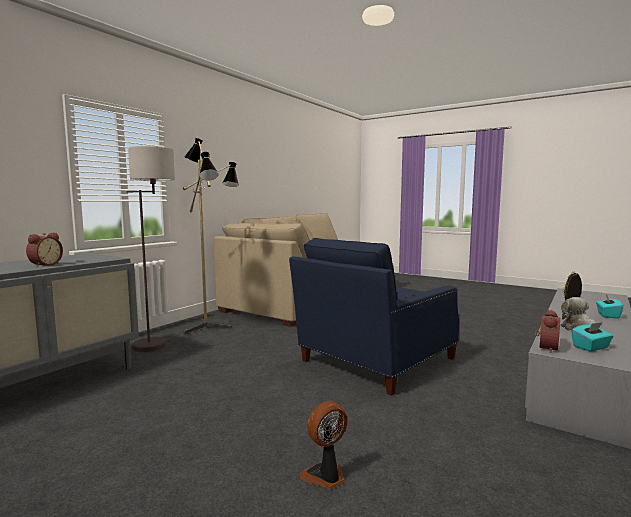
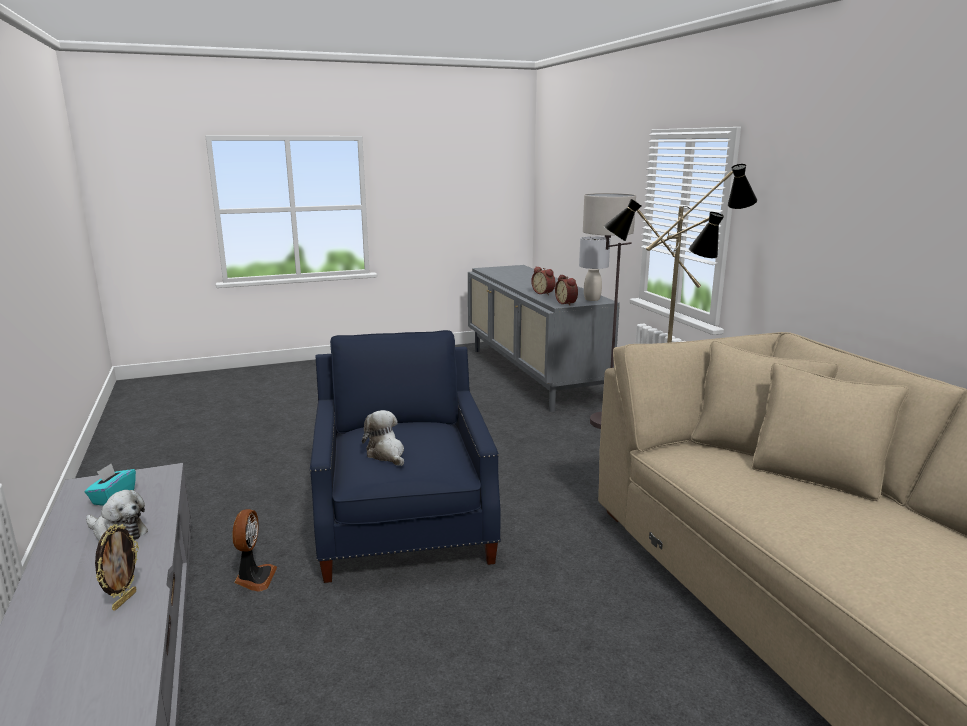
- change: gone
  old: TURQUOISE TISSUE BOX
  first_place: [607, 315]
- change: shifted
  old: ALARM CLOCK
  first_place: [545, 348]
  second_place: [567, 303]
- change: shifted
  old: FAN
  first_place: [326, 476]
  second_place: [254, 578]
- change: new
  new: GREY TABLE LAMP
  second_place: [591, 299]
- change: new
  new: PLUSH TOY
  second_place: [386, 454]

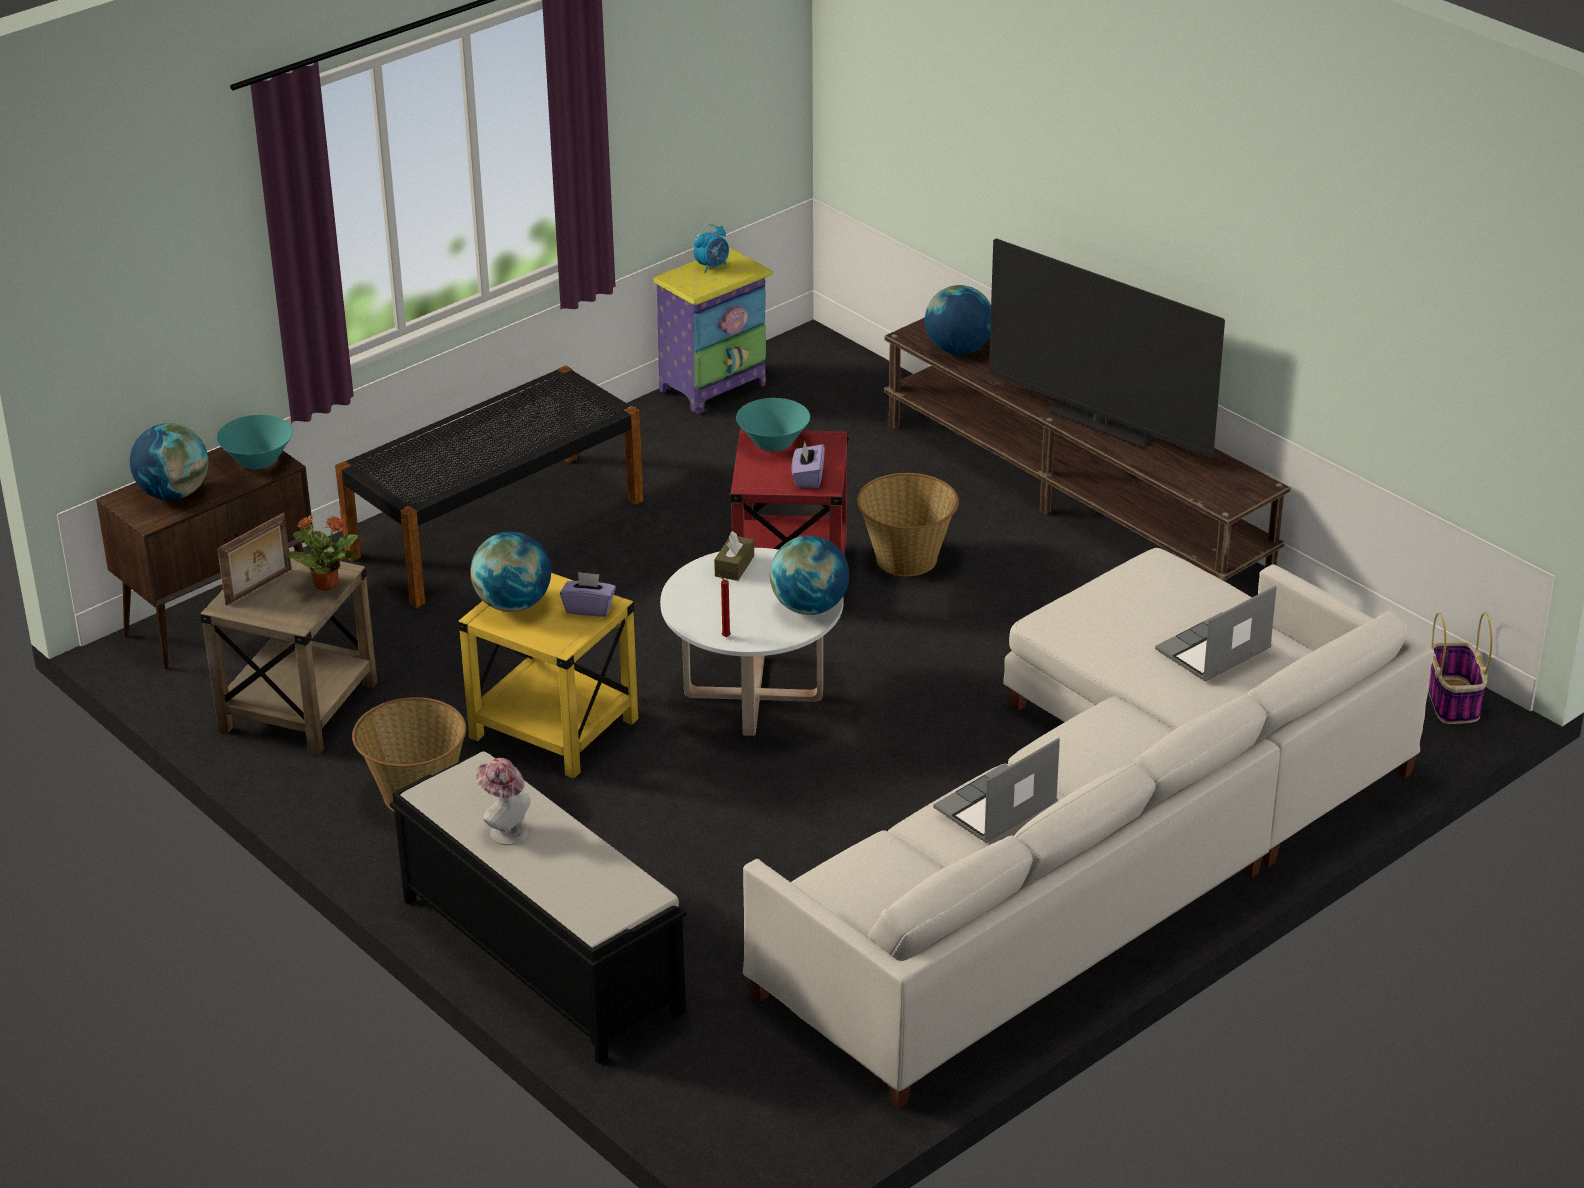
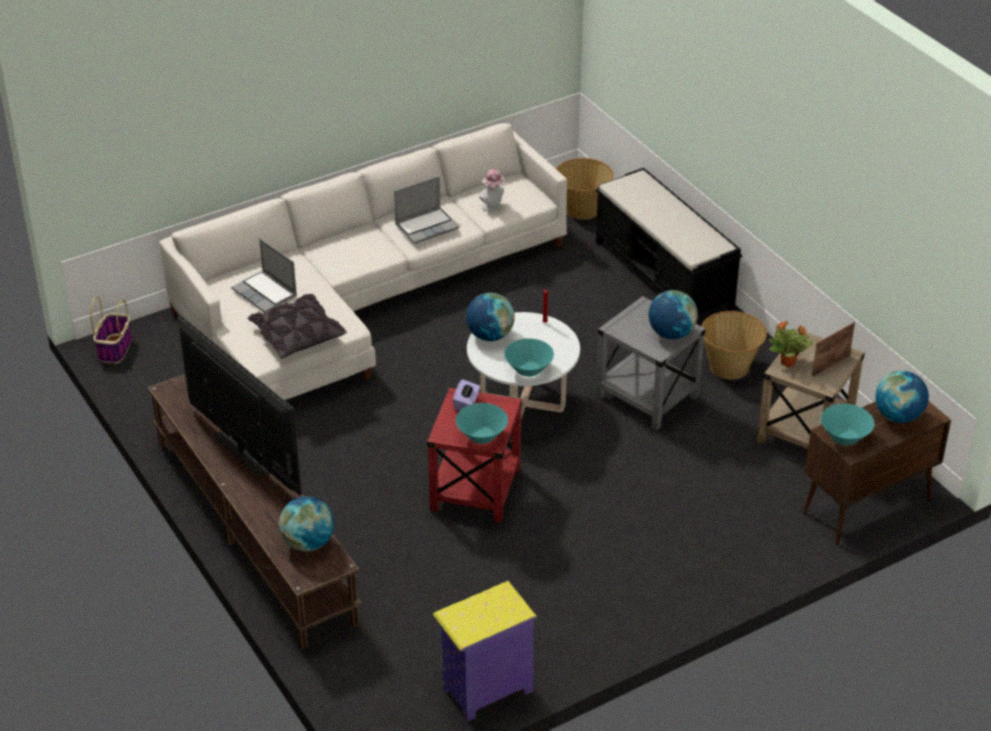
- change: gone
  old: ALARM CLOCK
  first_place: [712, 266]
- change: gone
  old: BLACK BENCH
  first_place: [495, 528]
- change: shifted
  old: BASKET
  first_place: [906, 560]
  second_place: [582, 208]
- change: swapped
  old: BROWN TISSUE BOX
  new: TURQUOISE BOWL
  first_place: [734, 566]
  second_place: [528, 369]
- change: gone
  old: PURPLE TISSUE BOX
  first_place: [589, 608]
- change: repainted
  old: YELLOW SIDE TABLE
  new: GREY SIDE TABLE
  first_place: [553, 729]
  second_place: [647, 397]
- change: rotated
  old: LAPTOP
  first_place: [1213, 651]
  second_place: [265, 293]
  degrees: 75
- change: shifted
  old: HAT
  first_place: [504, 830]
  second_place: [493, 207]
- change: new
  new: BLACK PILLOW
  second_place: [297, 335]

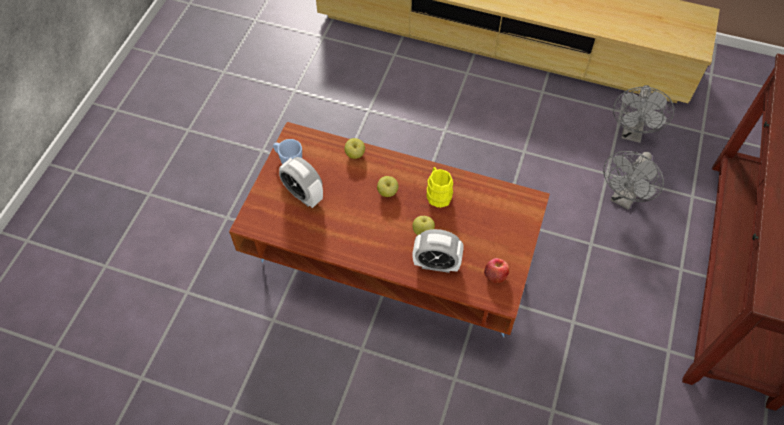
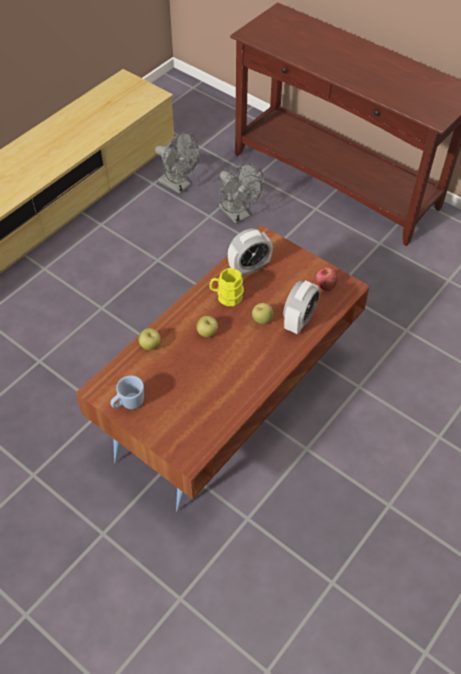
- change: shifted
  old: ALARM CLOCK
  first_place: [303, 195]
  second_place: [249, 267]

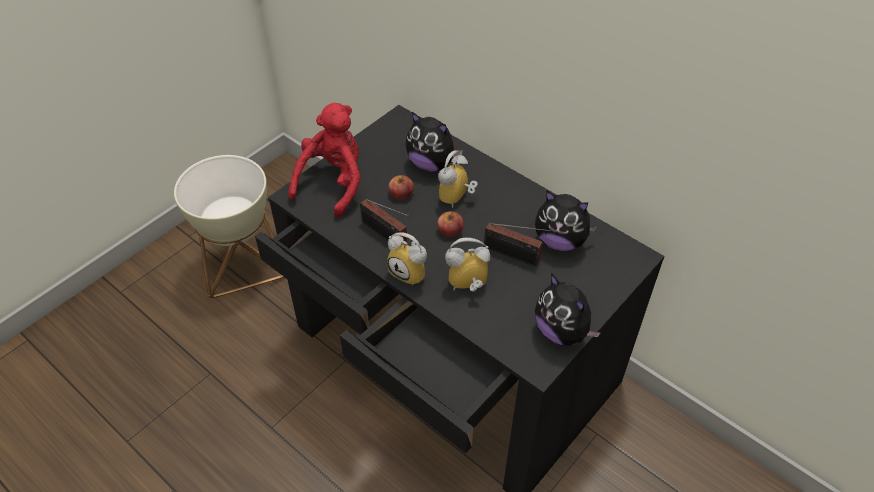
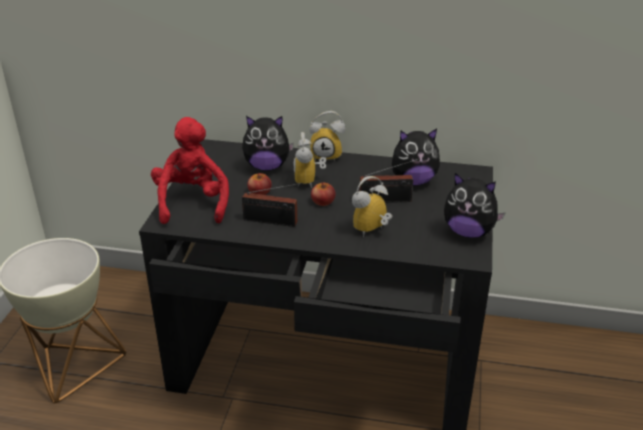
- change: shifted
  old: ALARM CLOCK
  first_place: [411, 272]
  second_place: [327, 155]

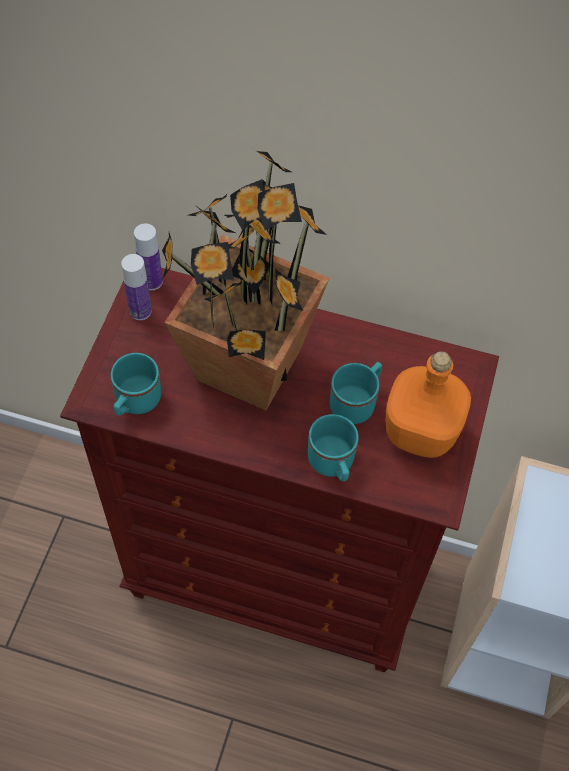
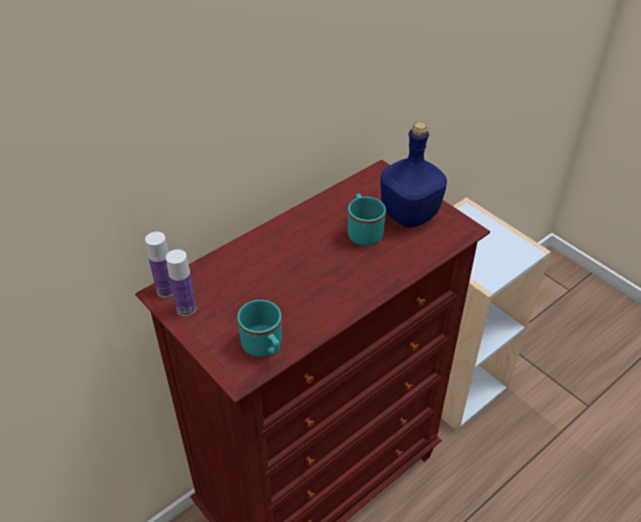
- change: gone
  old: POTTED PLANT
  first_place: [246, 365]
- change: repainted
  old: ORANGE BOTTLE
  new: BLUE BOTTLE
  first_place: [418, 432]
  second_place: [408, 215]
- change: gone
  old: TURQUOISE MUG
  first_place: [333, 464]

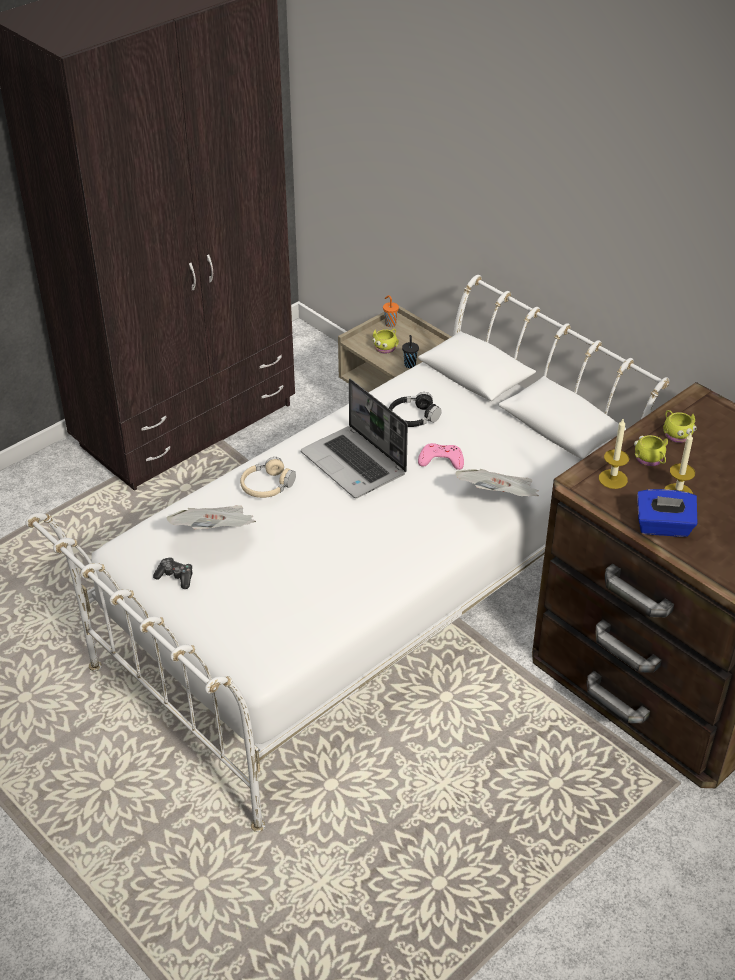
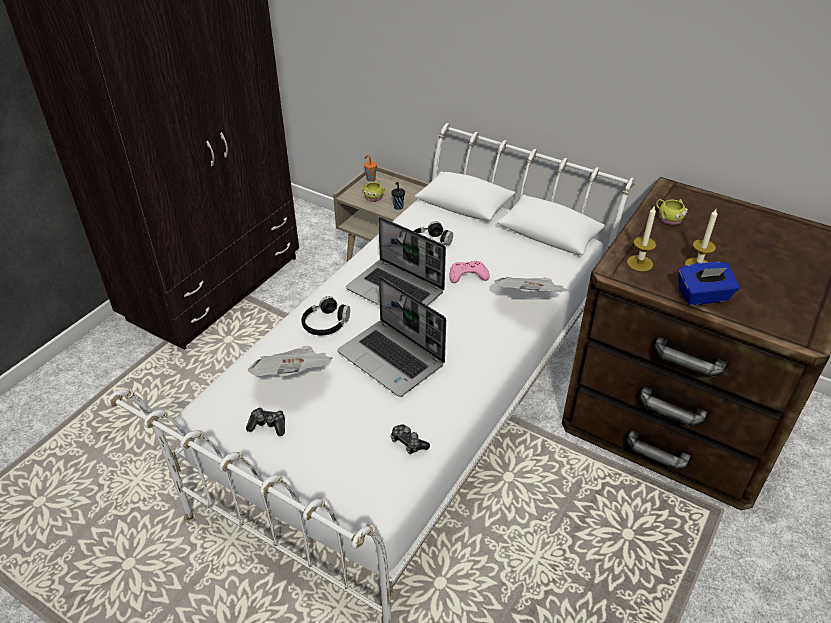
- change: gone
  old: YELLOW MUG
  first_place: [650, 460]
- change: repainted
  old: BEIGE HEADPHONES
  new: BLACK HEADPHONES
  first_place: [267, 486]
  second_place: [326, 323]
- change: new
  new: LAPTOP
  second_place: [392, 359]
- change: new
  new: GAME CONTROLLER
  second_place: [408, 443]

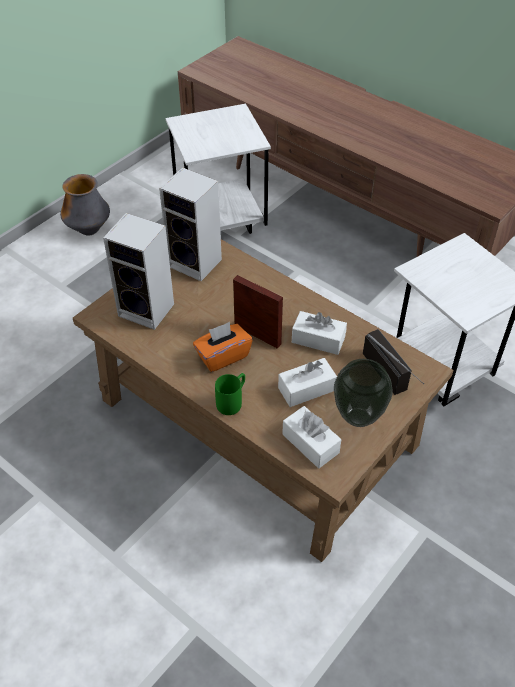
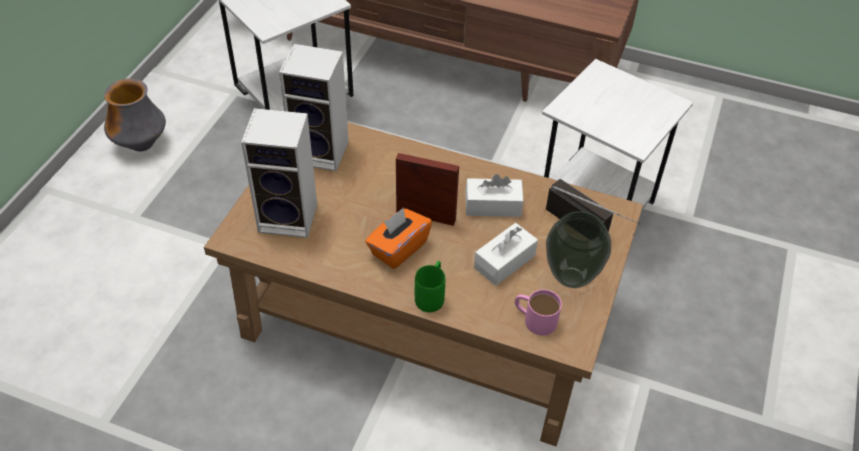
- change: swapped
  old: WHITE TISSUE BOX
  new: PINK MUG
  first_place: [310, 443]
  second_place: [534, 319]

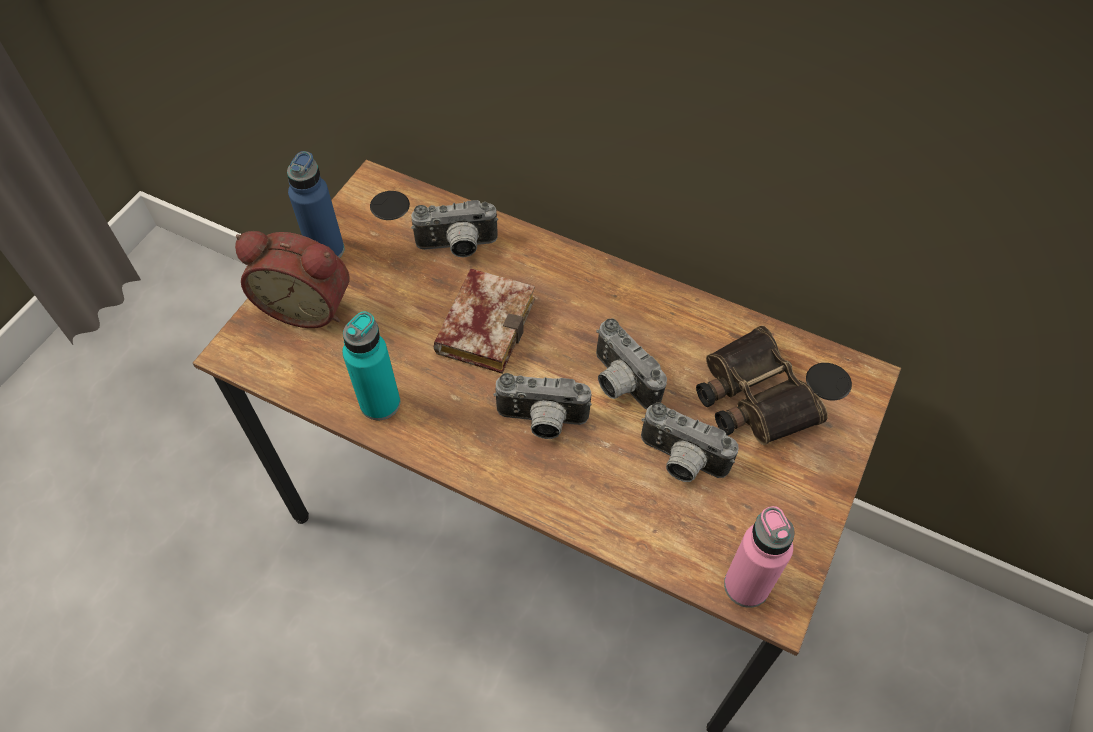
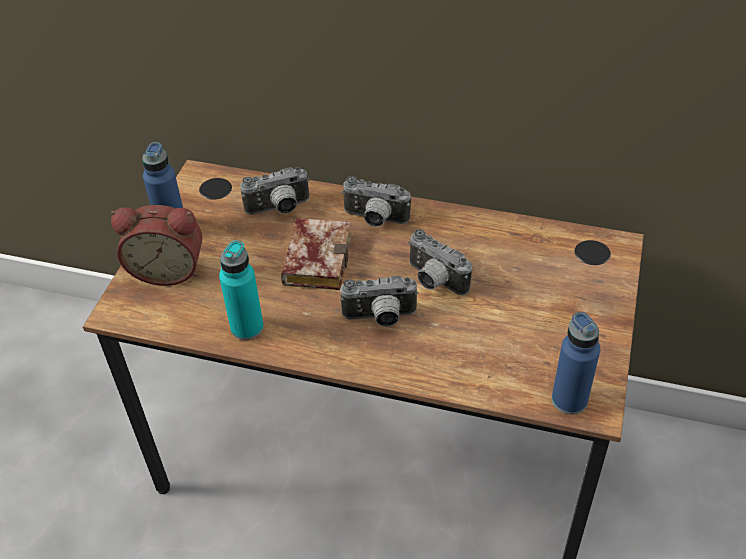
- change: gone
  old: BINOCULARS
  first_place: [751, 397]
- change: shifted
  old: PHOTO CAMERA
  first_place: [680, 462]
  second_place: [374, 220]
- change: repainted
  old: PINK BOTTLE
  new: BLUE BOTTLE
  first_place: [746, 585]
  second_place: [569, 400]

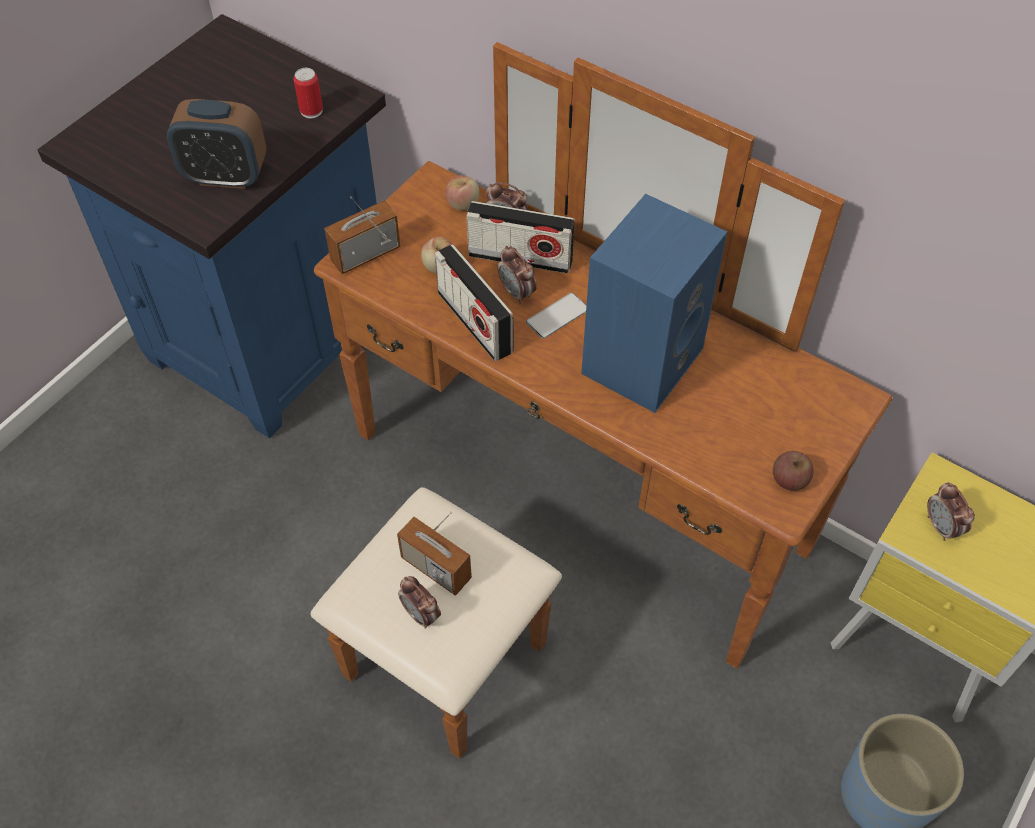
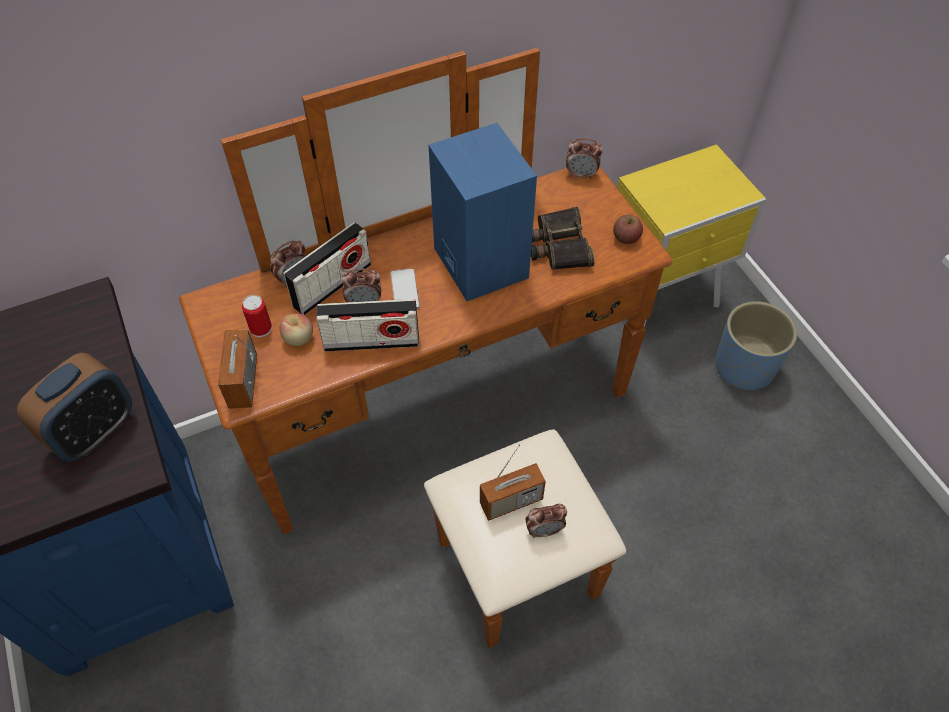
- change: shifted
  old: CAN
  first_place: [311, 111]
  second_place: [261, 329]
- change: gone
  old: APPLE
  first_place: [463, 203]
- change: shifted
  old: ALARM CLOCK
  first_place: [941, 527]
  second_place: [581, 174]
- change: new
  new: BINOCULARS
  second_place: [557, 245]

